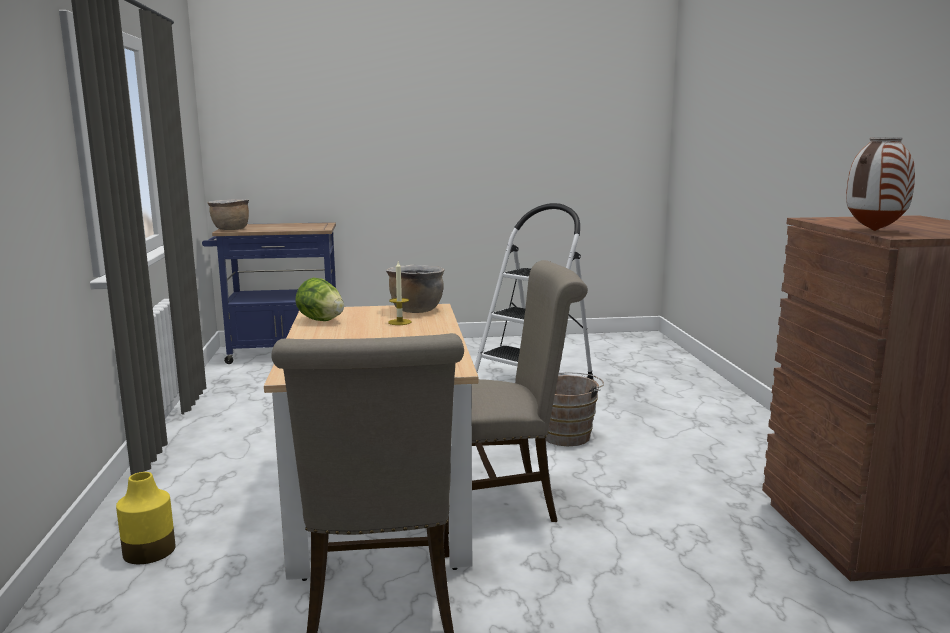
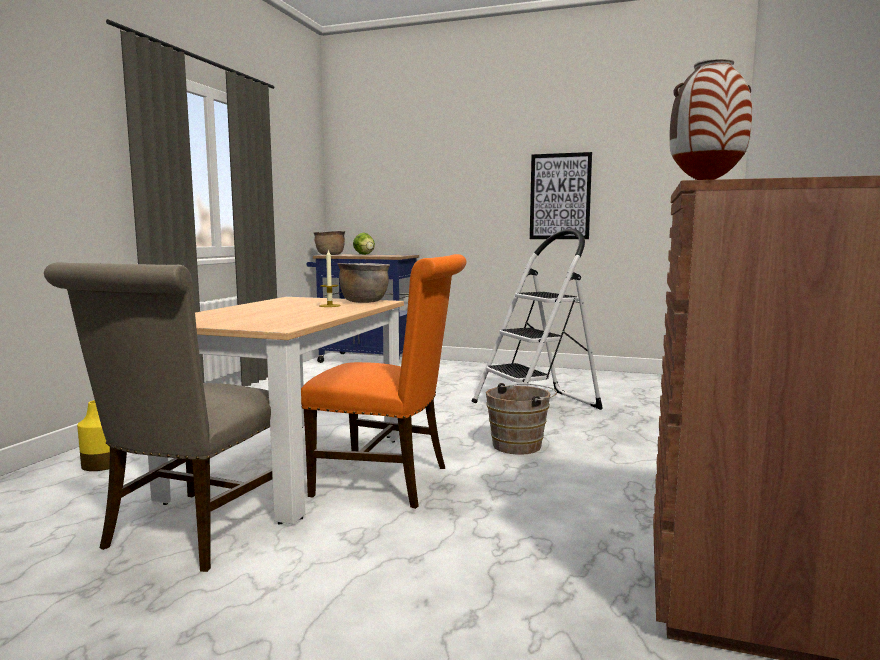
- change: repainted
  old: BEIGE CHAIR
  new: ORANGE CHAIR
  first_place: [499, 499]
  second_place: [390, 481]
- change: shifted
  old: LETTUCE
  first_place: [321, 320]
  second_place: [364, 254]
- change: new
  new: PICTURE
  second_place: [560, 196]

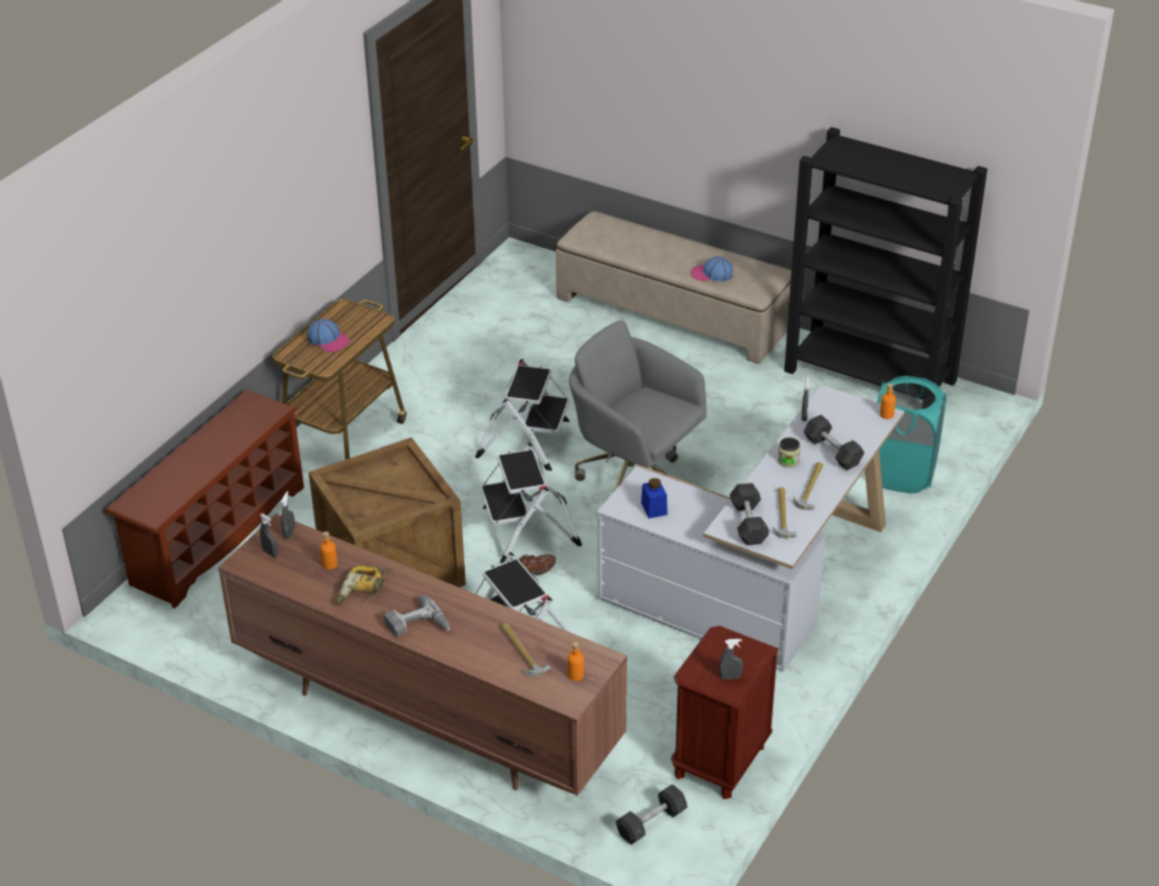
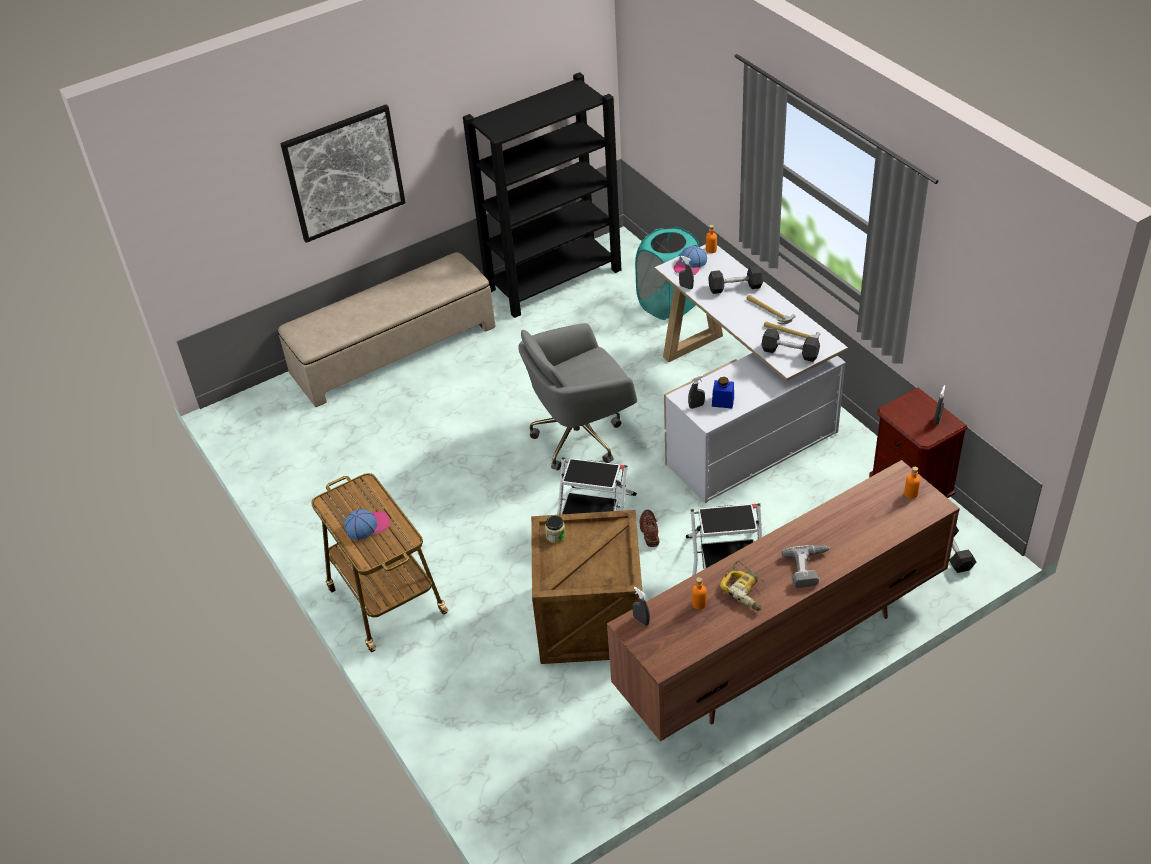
- change: shifted
  old: CAP
  first_place: [712, 274]
  second_place: [690, 265]
- change: gone
  old: STEP LADDER
  first_place: [524, 440]
- change: gone
  old: BROWN SHOE RACK
  first_place: [217, 534]
- change: shifted
  old: JAR
  first_place: [788, 461]
  second_place: [555, 536]
- change: shifted
  old: GREY SPRAY BOTTLE
  first_place: [270, 553]
  second_place: [696, 406]
- change: gone
  old: HAMMER
  first_place: [522, 652]
- change: new
  new: PICTURE
  second_place: [344, 173]

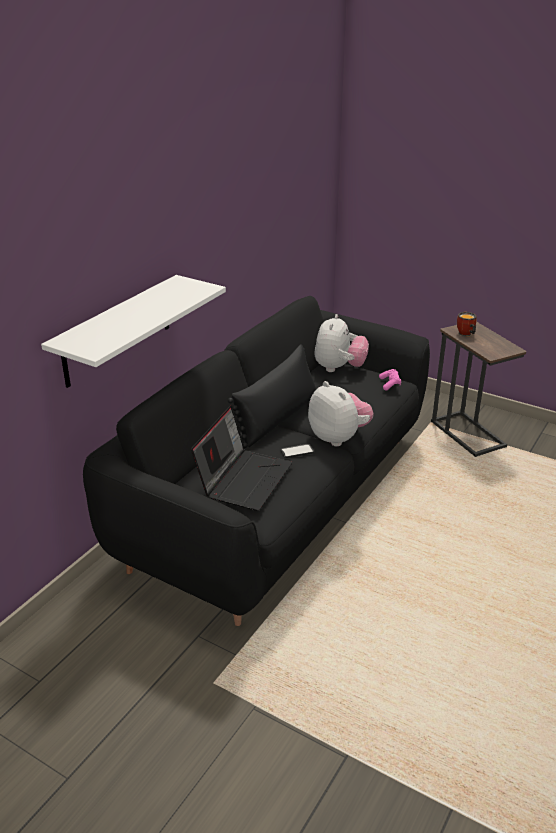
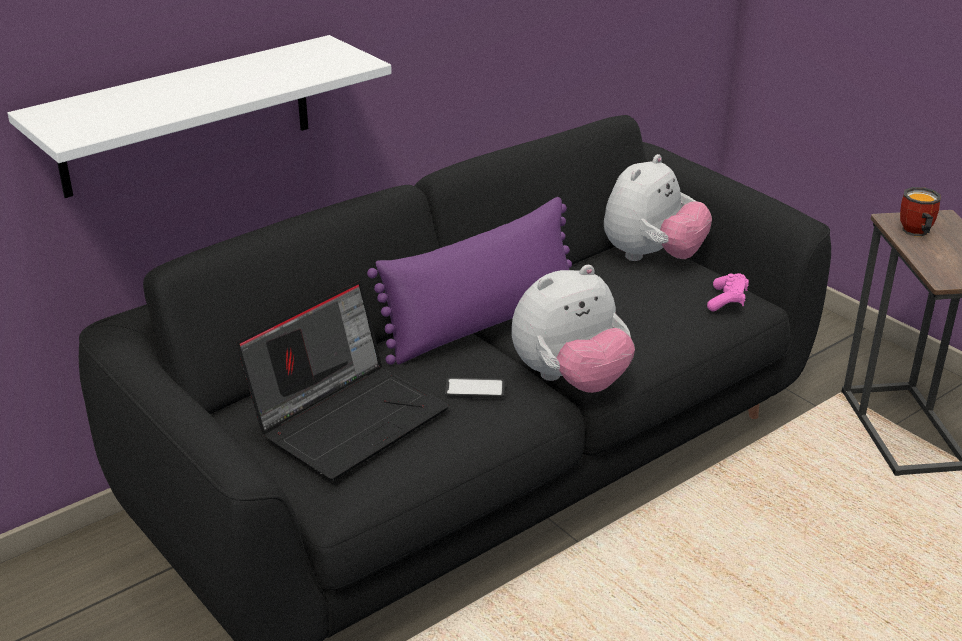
- change: repainted
  old: BLACK PILLOW
  new: PURPLE PILLOW
  first_place: [277, 418]
  second_place: [483, 324]
- change: rotated
  old: PLUSH TOY
  first_place: [338, 437]
  second_place: [570, 380]
  degrees: 75

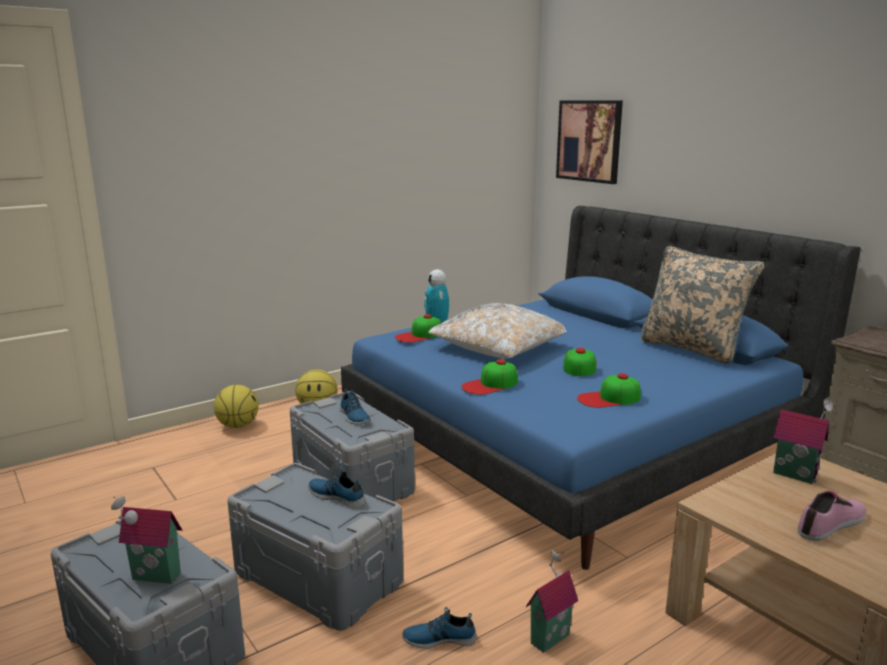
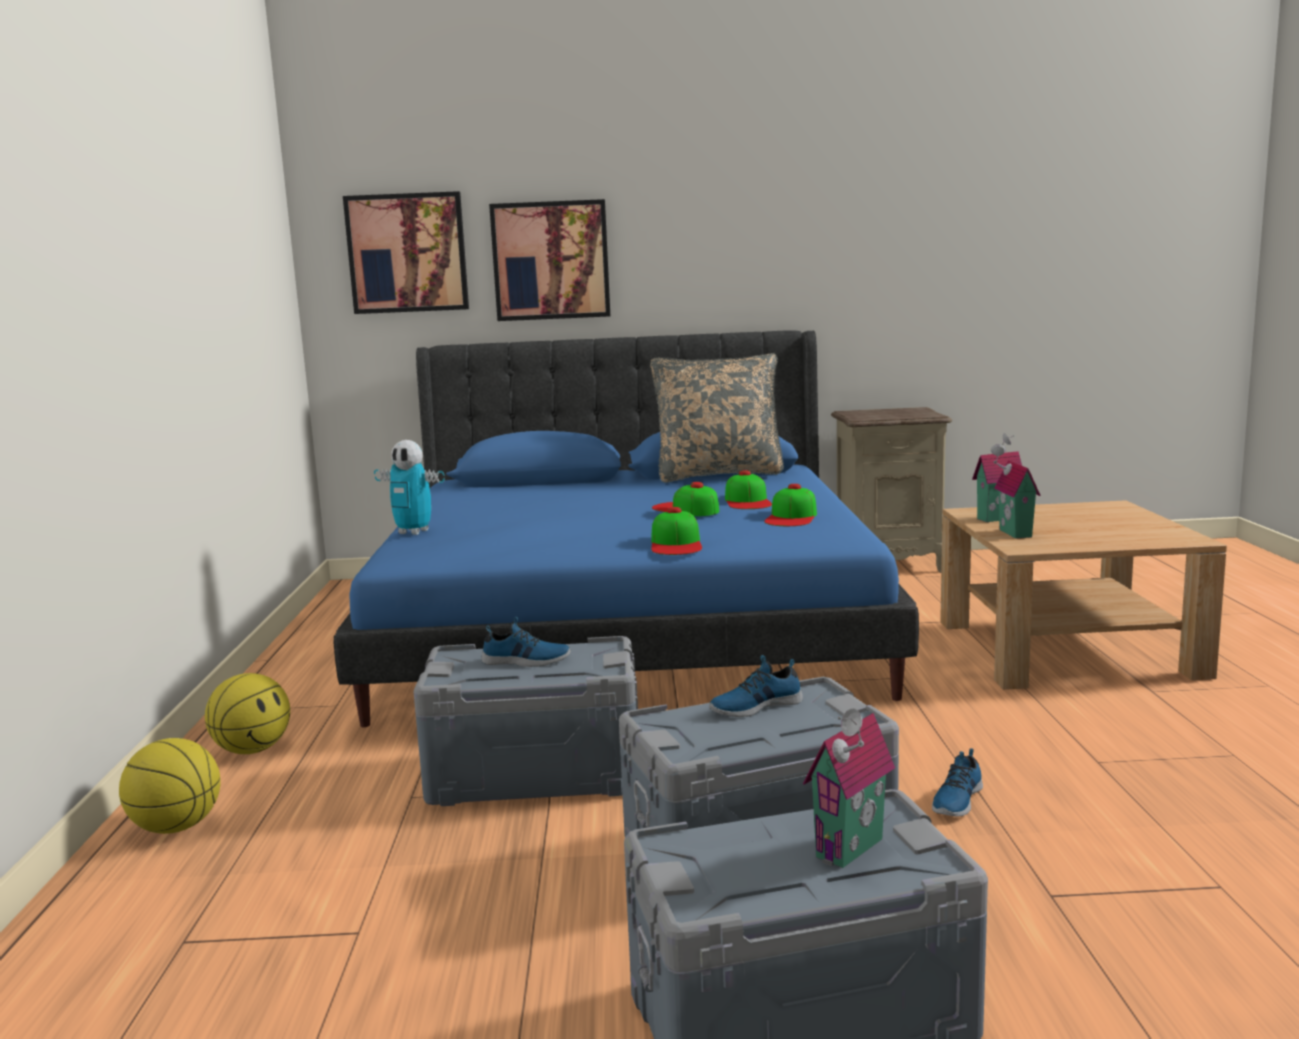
- change: gone
  old: WHITE PILLOW
  first_place: [499, 347]
- change: shifted
  old: CAP
  first_place: [419, 335]
  second_place: [748, 501]
- change: gone
  old: SHOE
  first_place: [831, 524]
- change: shifted
  old: TOY HOUSE
  first_place: [548, 637]
  second_place: [1012, 533]
- change: new
  new: PICTURE
  second_place: [551, 260]

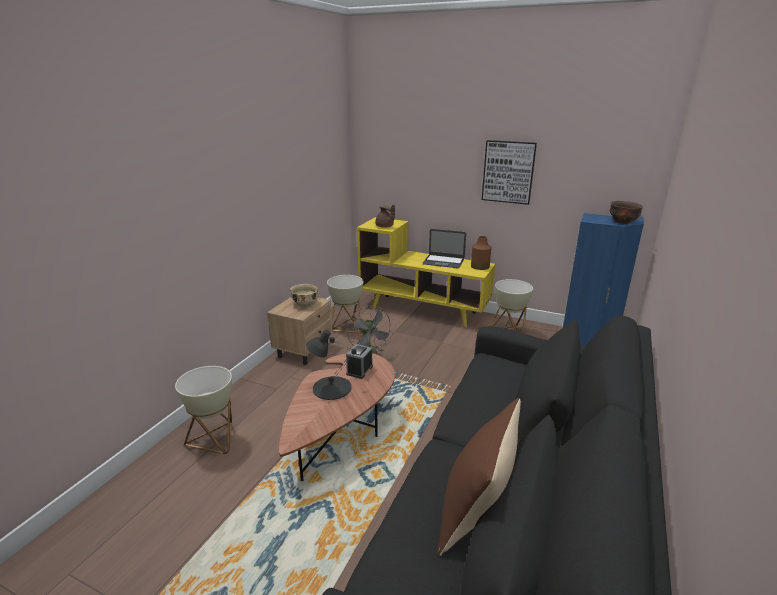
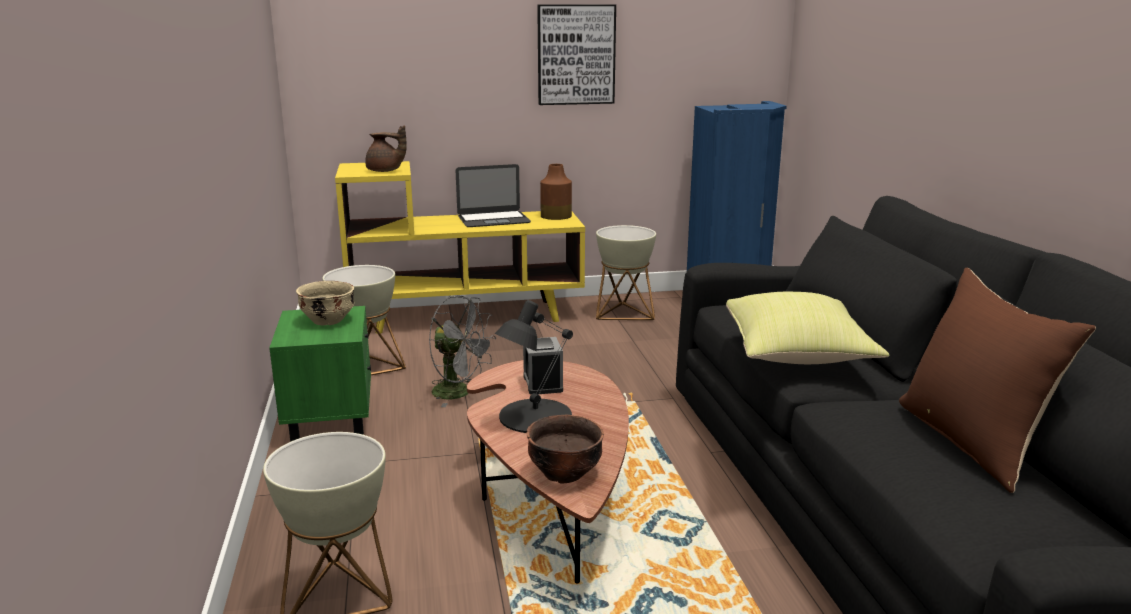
- change: shifted
  old: BROWN BOWL
  first_place: [622, 222]
  second_place: [564, 473]
- change: repainted
  old: BEIGE NIGHTSTAND
  new: GREEN NIGHTSTAND
  first_place: [304, 350]
  second_place: [330, 420]
- change: new
  new: YELLOW PILLOW
  second_place: [798, 356]

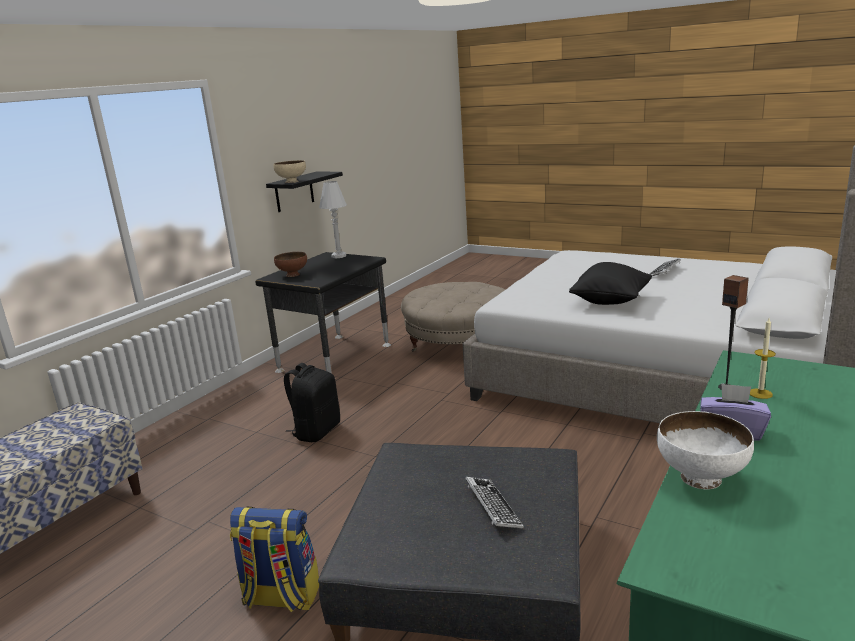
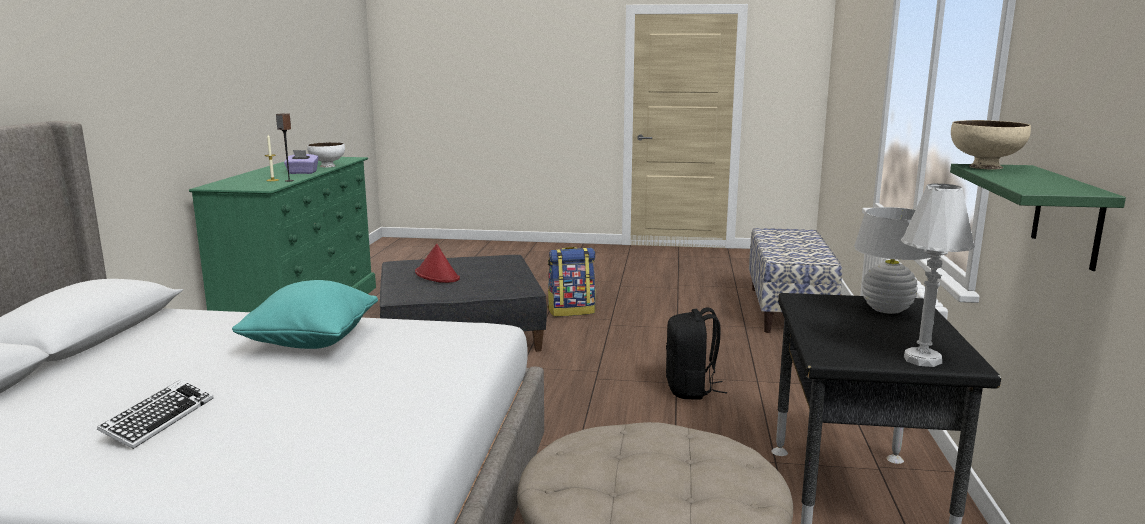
- change: repainted
  old: BLACK SHELF
  new: GREEN SHELF
  first_place: [294, 192]
  second_place: [1067, 216]
- change: swapped
  old: BROWN BOWL
  new: WHITE TABLE LAMP
  first_place: [293, 274]
  second_place: [887, 309]
- change: repainted
  old: BLACK PILLOW
  new: TURQUOISE PILLOW
  first_place: [610, 301]
  second_place: [311, 342]
- change: swapped
  old: KEYBOARD
  new: RED HAT
  first_place: [492, 507]
  second_place: [437, 276]

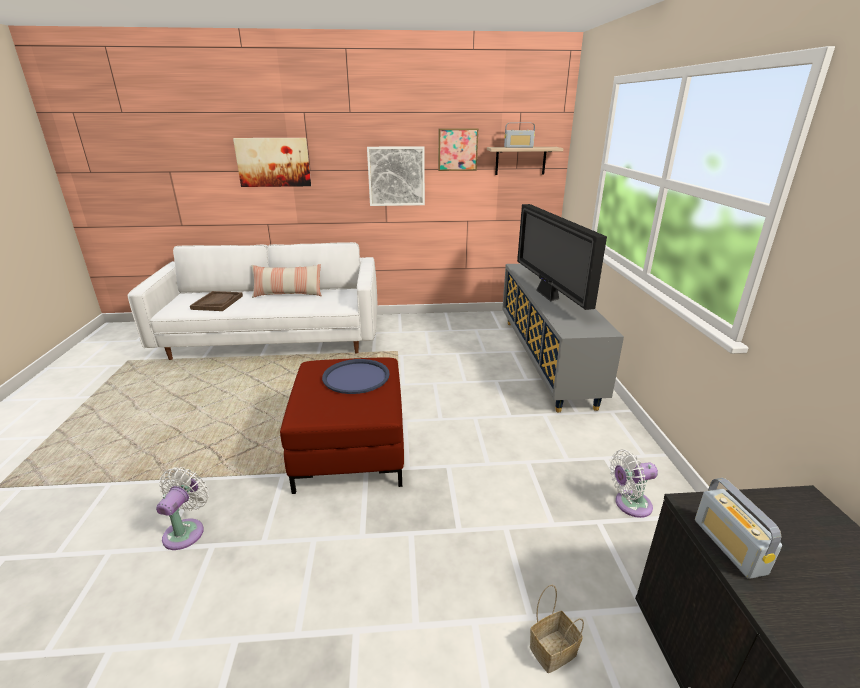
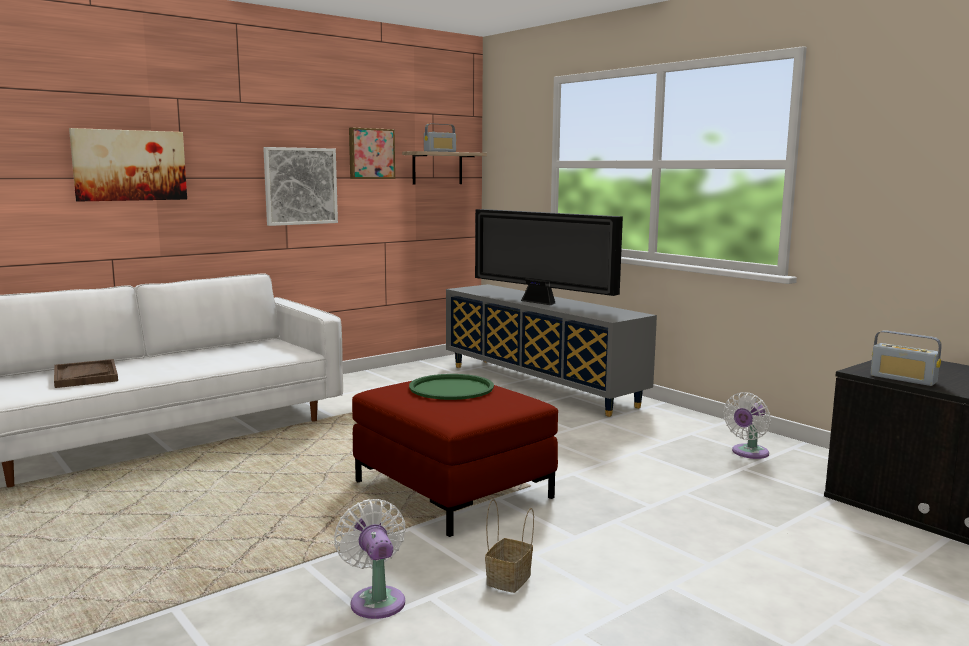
- change: gone
  old: PILLOW
  first_place: [288, 294]
- change: repainted
  old: BLUE TRAY
  new: GREEN TRAY
  first_place: [356, 377]
  second_place: [451, 388]
- change: shifted
  old: BASKET
  first_place: [552, 652]
  second_place: [509, 580]

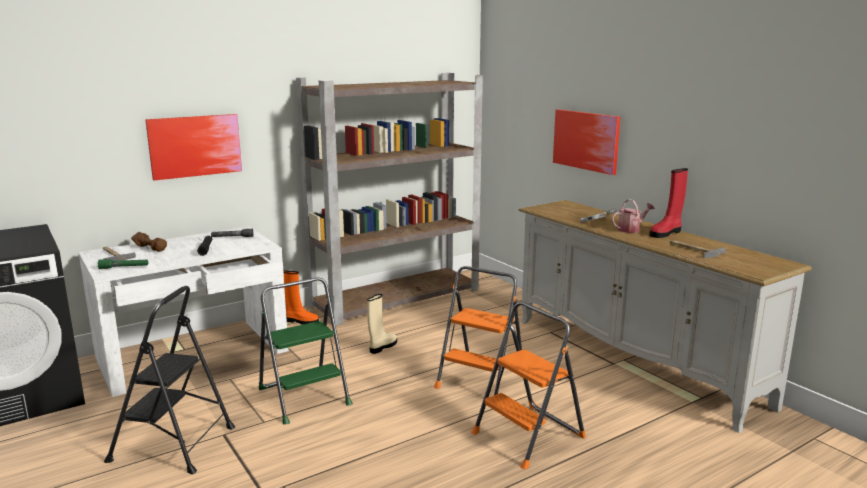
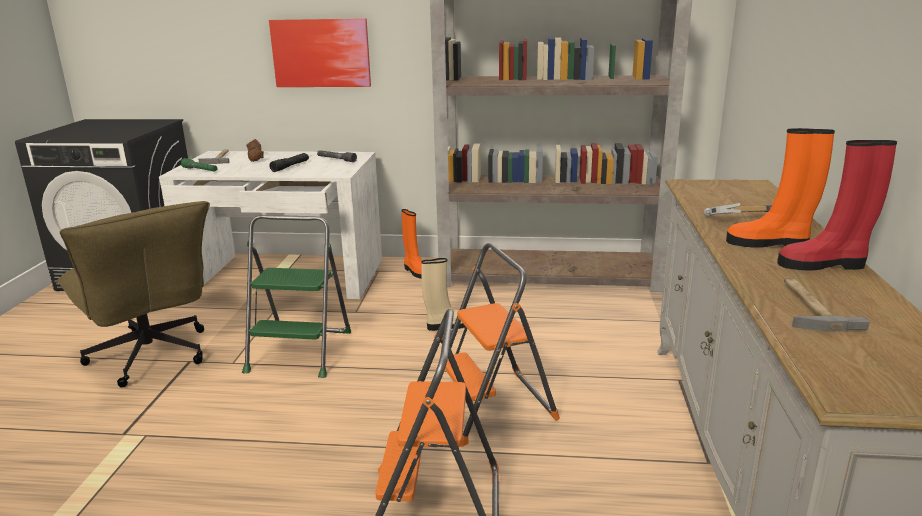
- change: gone
  old: PICTURE
  first_place: [586, 140]
- change: swapped
  old: WATERING CAN
  new: ORANGE BOOT
  first_place: [631, 229]
  second_place: [769, 244]
- change: swapped
  old: BLACK STEP LADDER
  new: BEIGE OFFICE CHAIR
  first_place: [175, 444]
  second_place: [149, 354]

